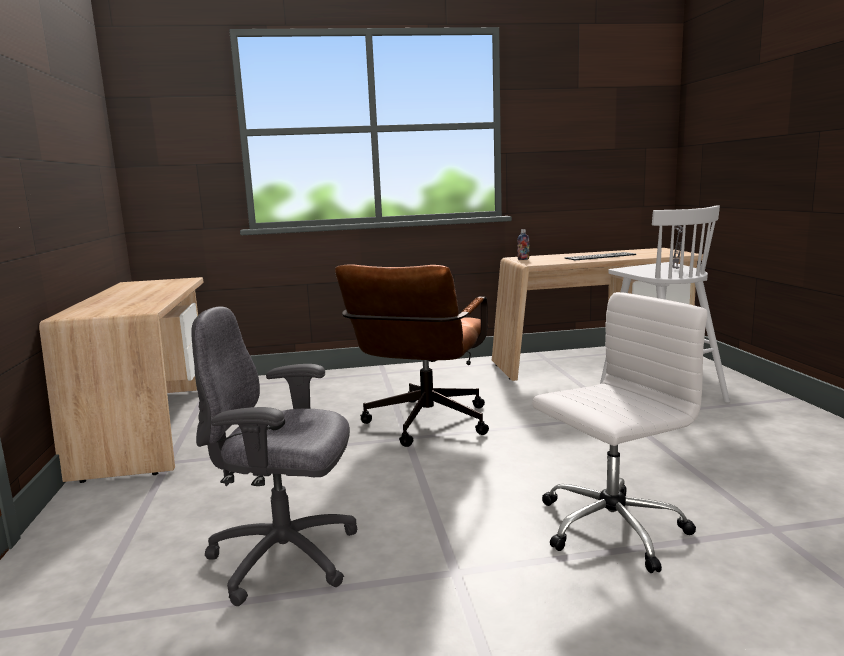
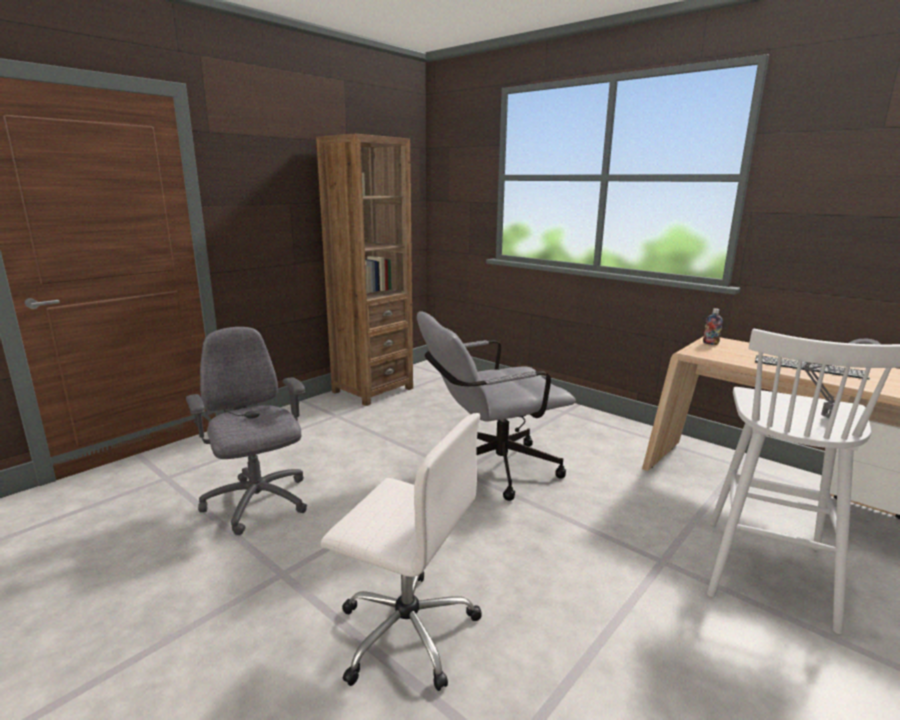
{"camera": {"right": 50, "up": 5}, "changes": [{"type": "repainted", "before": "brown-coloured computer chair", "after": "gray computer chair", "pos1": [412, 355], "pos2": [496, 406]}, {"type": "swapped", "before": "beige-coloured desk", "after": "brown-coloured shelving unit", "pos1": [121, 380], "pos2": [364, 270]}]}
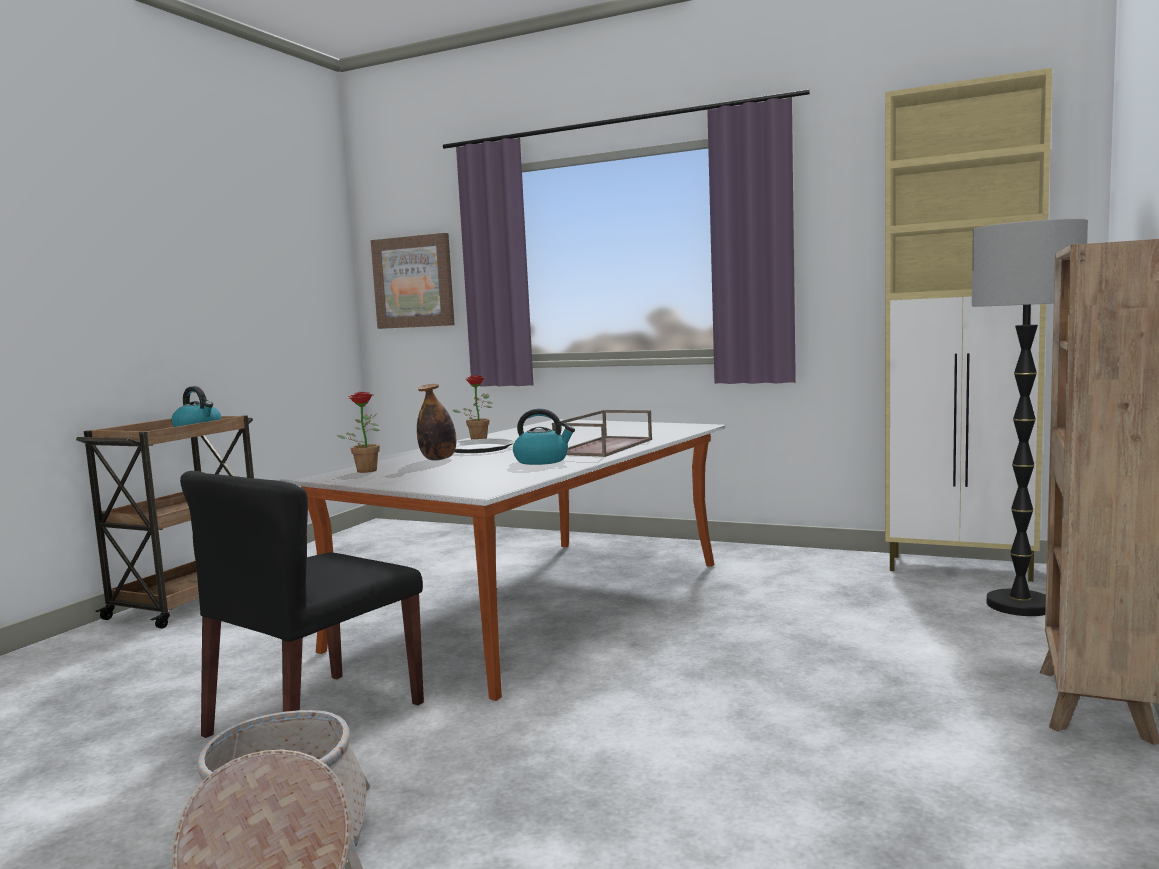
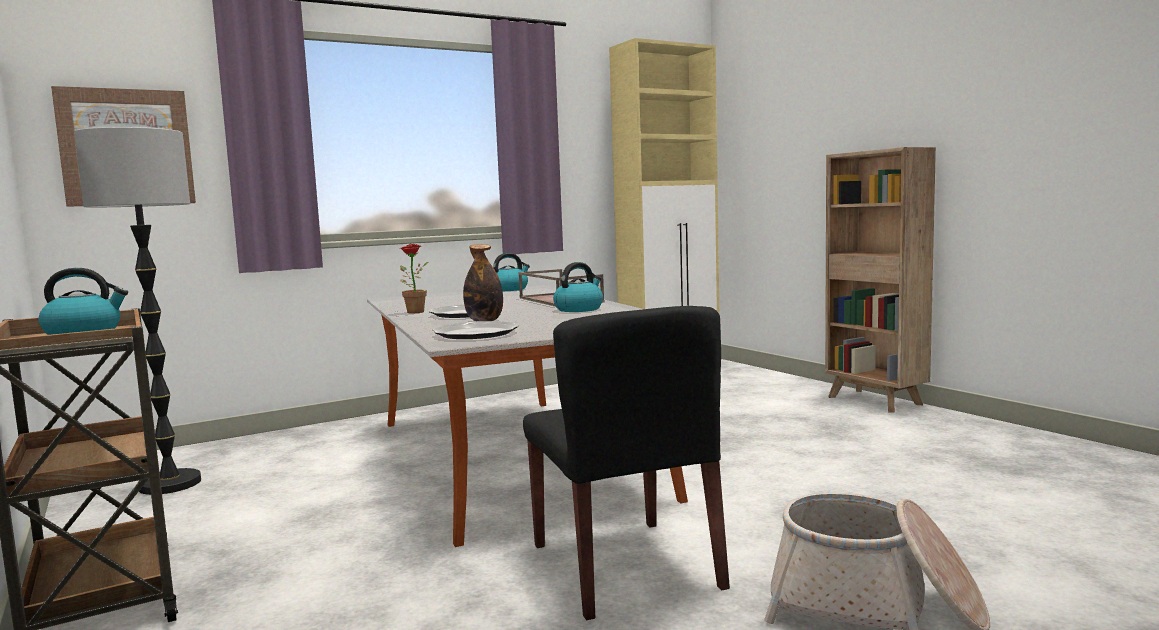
{"camera": {"right": -55, "up": 0}, "changes": [{"type": "shifted", "before": "standing lamp", "pos1": [1030, 417], "pos2": [137, 311]}, {"type": "swapped", "before": "potted plant", "after": "dinner plate", "pos1": [358, 432], "pos2": [476, 330]}, {"type": "new", "after": "water kettle", "pos2": [511, 272]}]}
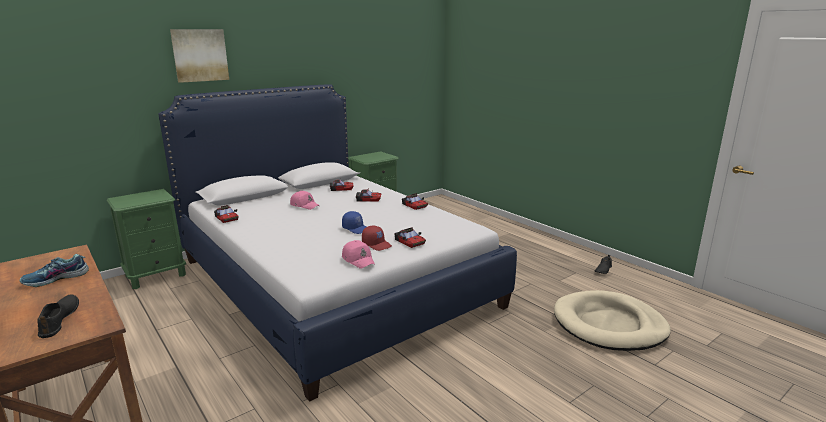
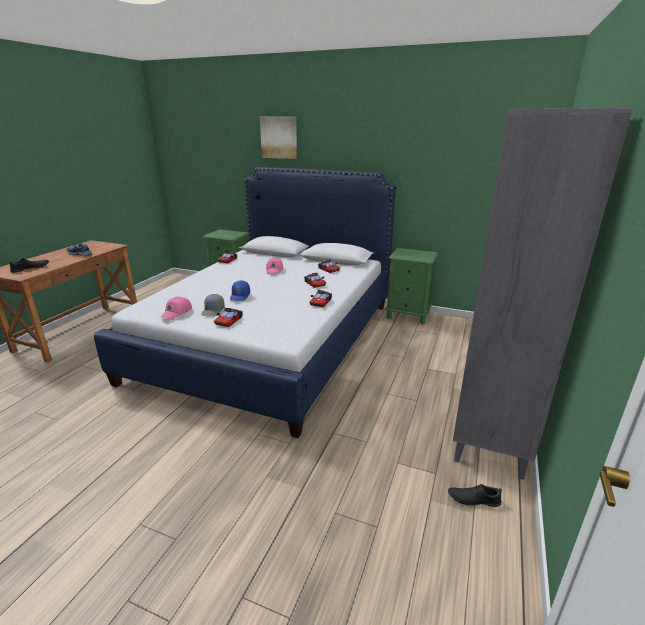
{"camera": {"right": 60, "up": 5}, "changes": [{"type": "repainted", "before": "reddish cap", "after": "gray cap", "pos1": [377, 238], "pos2": [213, 305]}, {"type": "gone", "before": "beige-coloured dog cushion", "pos1": [612, 320]}, {"type": "new", "after": "gray shelving unit", "pos2": [543, 294]}]}
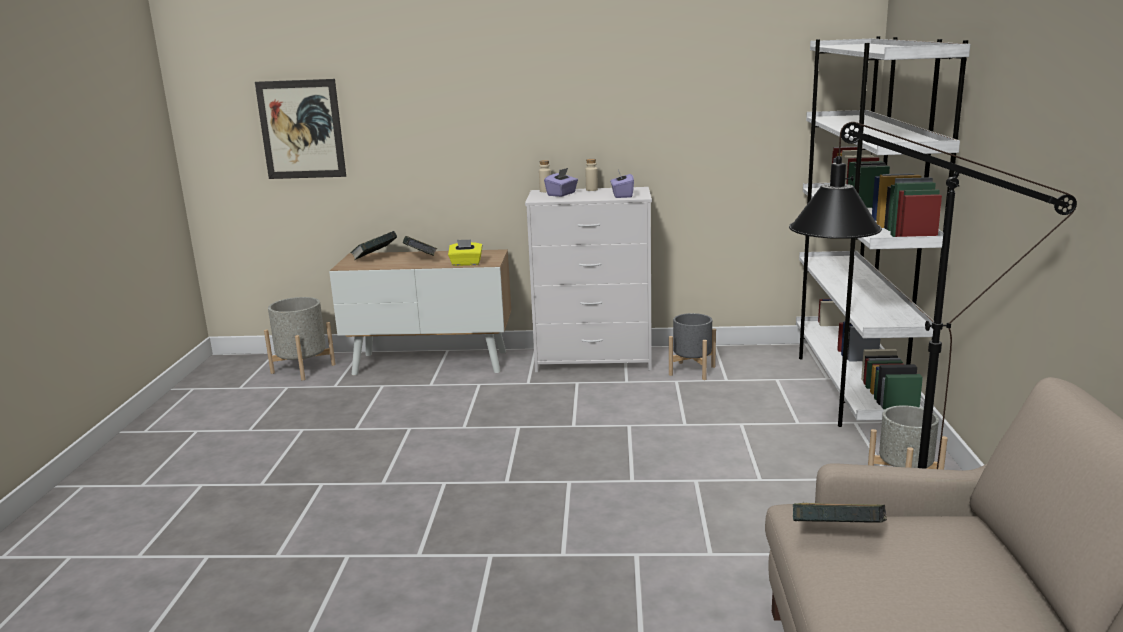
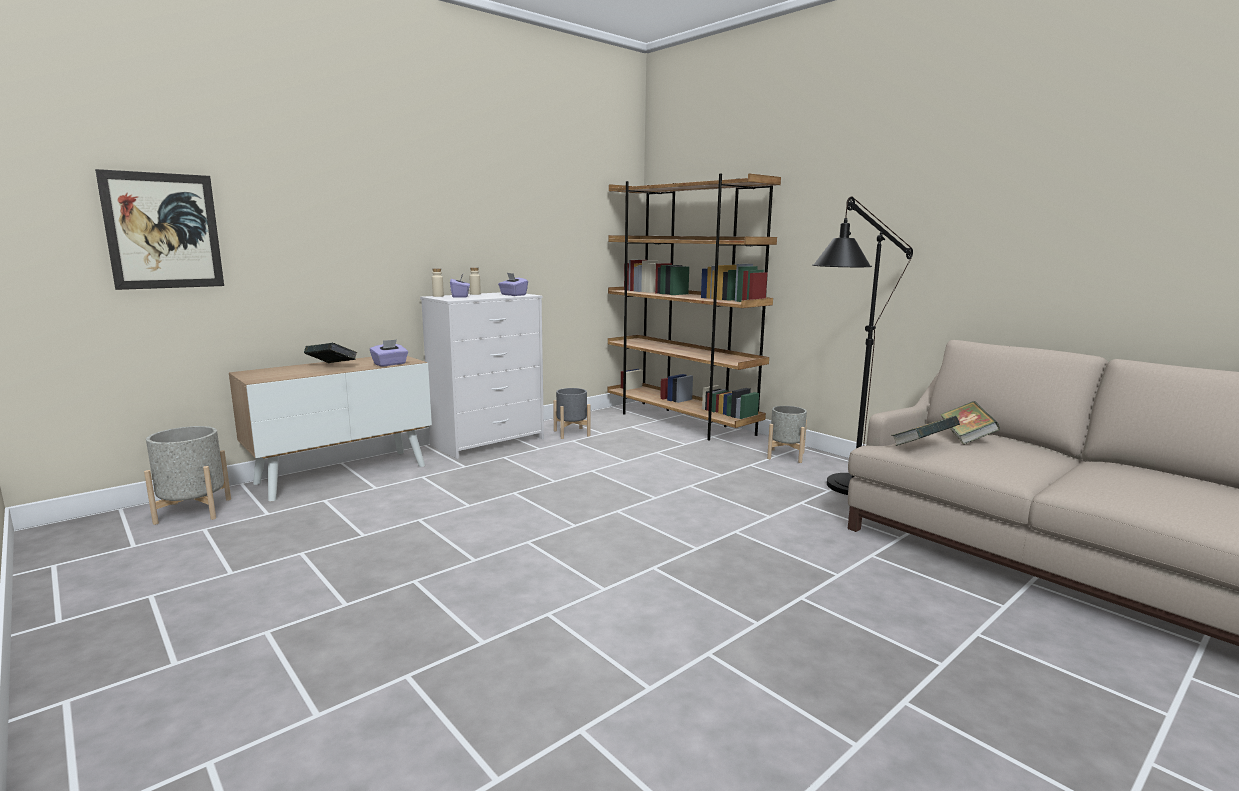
{"camera": {"right": -45, "up": -5}, "changes": [{"type": "repainted", "before": "white-coloured shelving unit", "after": "brown-coloured shelving unit", "pos1": [883, 231], "pos2": [694, 307]}, {"type": "shifted", "before": "volume", "pos1": [373, 245], "pos2": [970, 423]}, {"type": "repainted", "before": "yellow-coloured tissue holder", "after": "purplish tissue holder", "pos1": [465, 253], "pos2": [389, 352]}]}
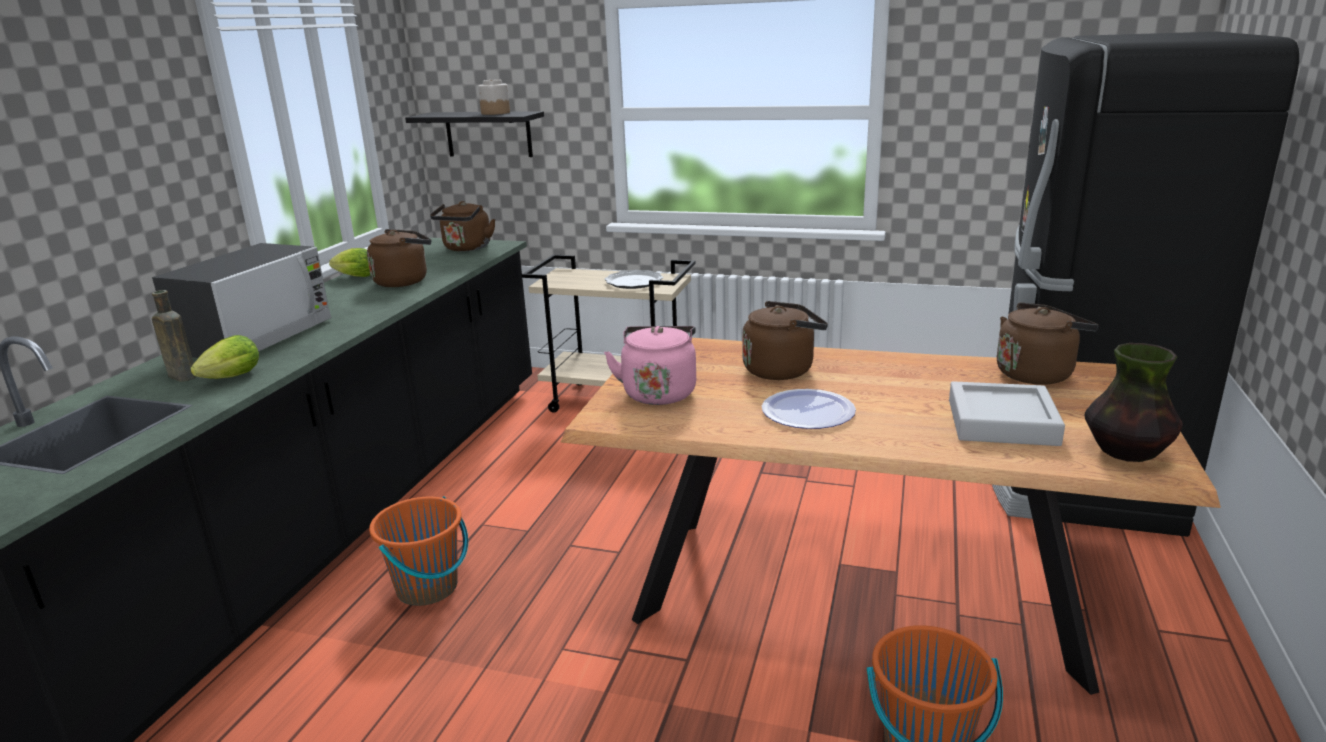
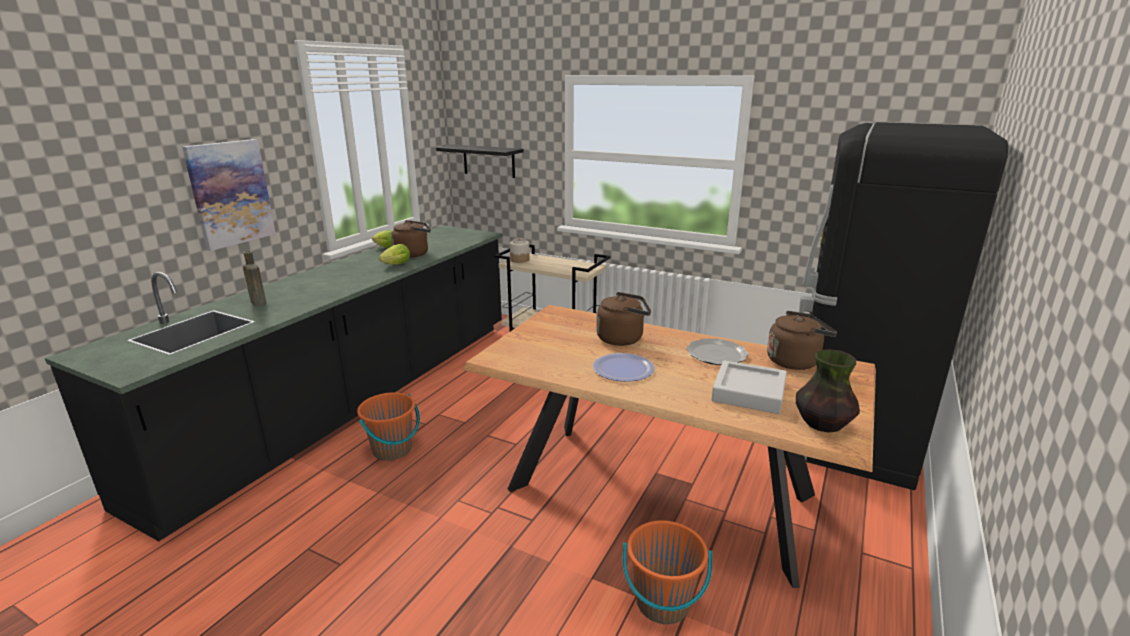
{"camera": {"right": 10, "up": 0}, "changes": [{"type": "shifted", "before": "storage jar", "pos1": [494, 97], "pos2": [520, 250]}, {"type": "gone", "before": "brown-coloured water kettle", "pos1": [463, 226]}, {"type": "gone", "before": "kitchen microwave", "pos1": [242, 300]}, {"type": "shifted", "before": "dinner plate", "pos1": [634, 279], "pos2": [717, 351]}, {"type": "gone", "before": "pinkish water kettle", "pos1": [650, 365]}, {"type": "shifted", "before": "head of lettuce", "pos1": [224, 357], "pos2": [394, 254]}, {"type": "new", "after": "picture", "pos2": [229, 195]}]}
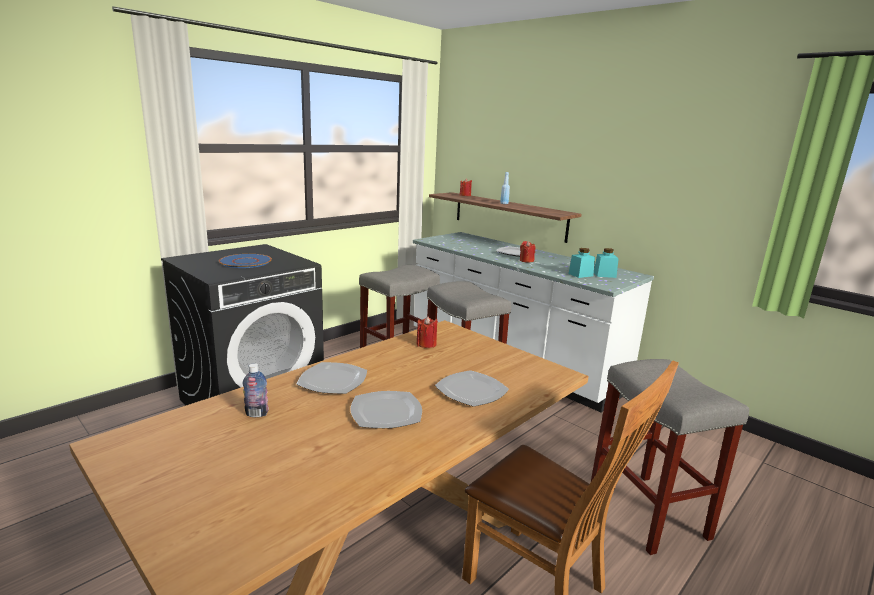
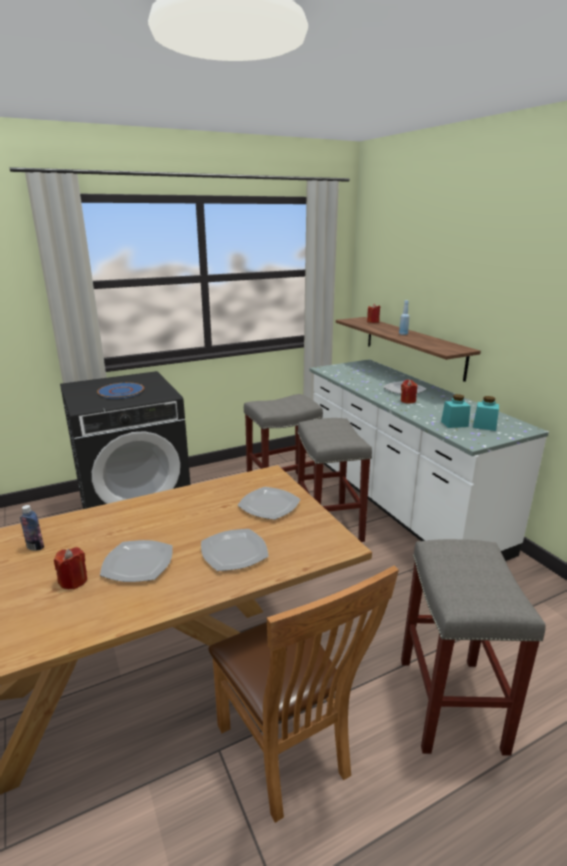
{"camera": {"right": 20, "up": 5}, "changes": [{"type": "shifted", "before": "reddish candle", "pos1": [427, 332], "pos2": [70, 568]}, {"type": "shifted", "before": "dinner plate", "pos1": [332, 378], "pos2": [268, 503]}]}
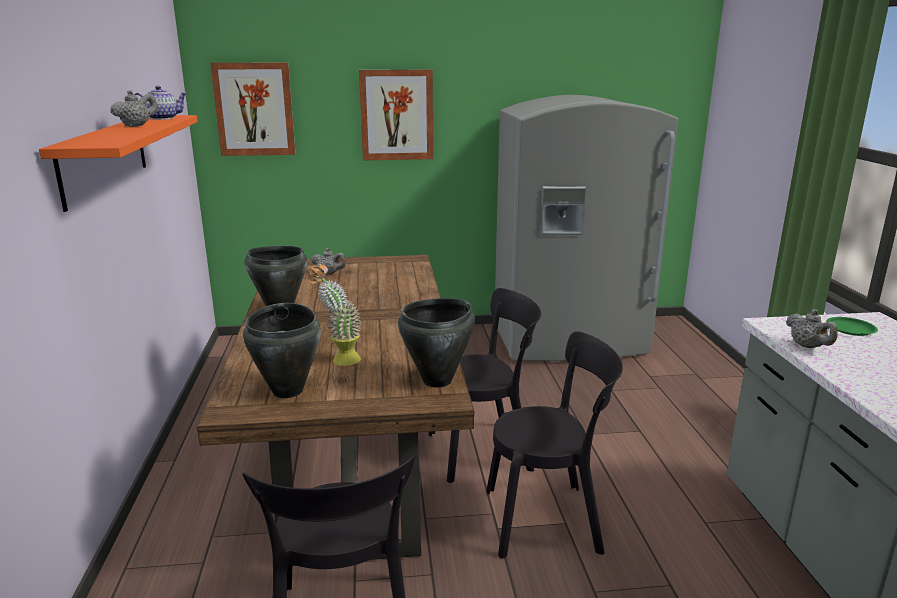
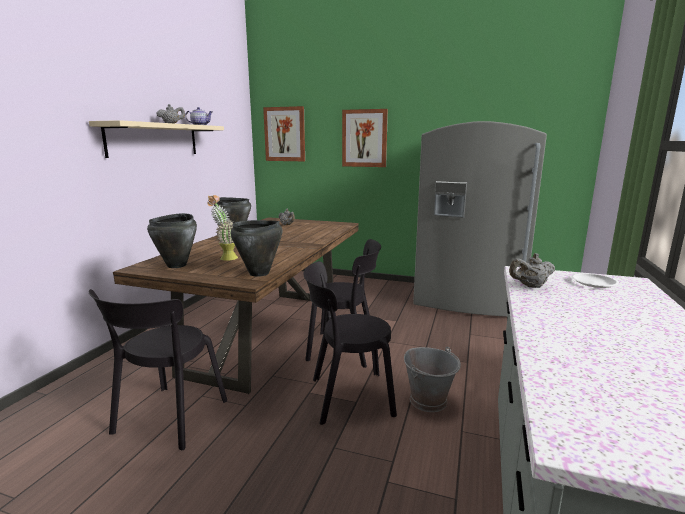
{"camera": {"right": 25, "up": -5}, "changes": [{"type": "repainted", "before": "orange-coloured bracket shelf", "after": "beige-coloured bracket shelf", "pos1": [118, 163], "pos2": [156, 139]}, {"type": "rotated", "before": "gray tea pot", "pos1": [812, 328], "pos2": [532, 270], "turn": 75}, {"type": "repainted", "before": "greenish dinner plate", "after": "white-coloured dinner plate", "pos1": [852, 326], "pos2": [595, 280]}, {"type": "rotated", "before": "black plain chair", "pos1": [554, 445], "pos2": [350, 343], "turn": 150}, {"type": "new", "after": "gray bucket", "pos2": [432, 379]}]}
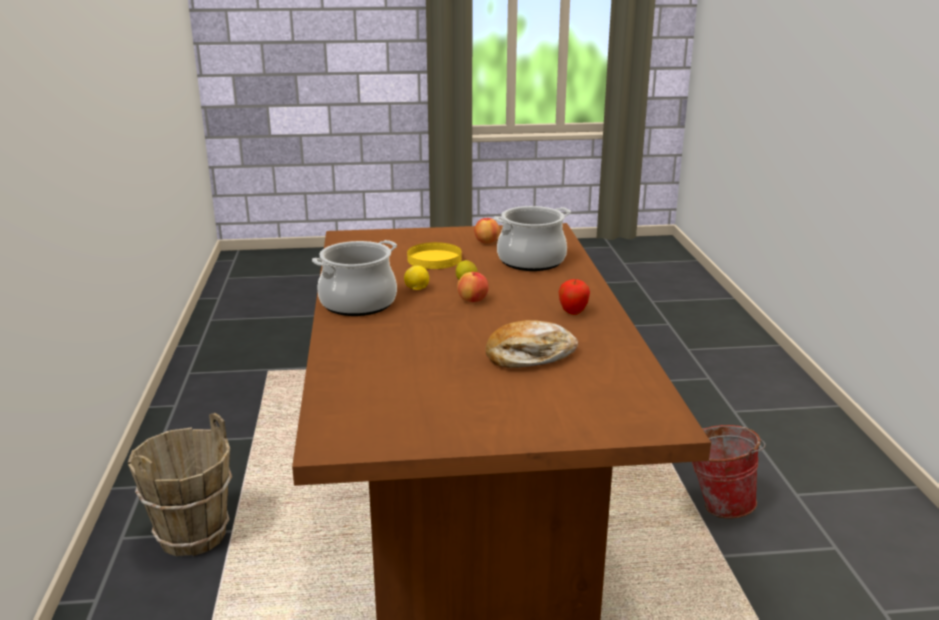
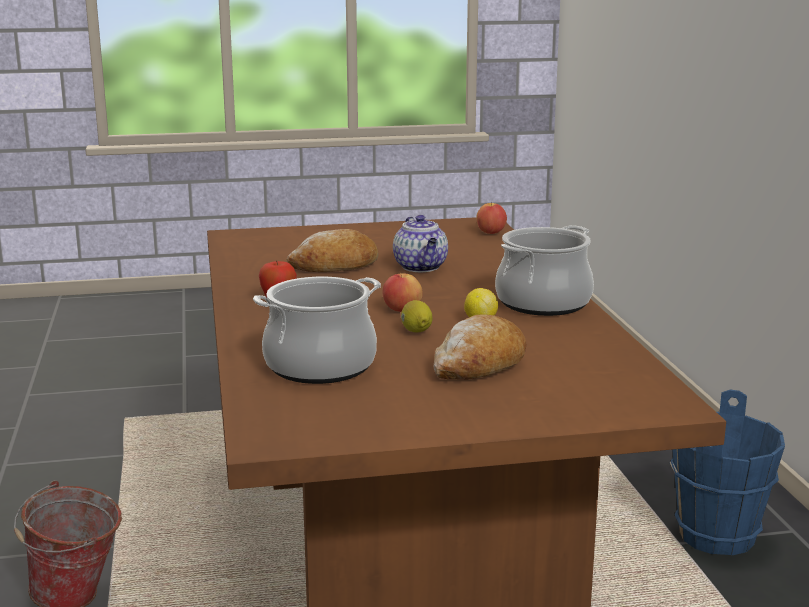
{"camera": {"right": 175, "up": -5}, "changes": [{"type": "shifted", "before": "apple fruit", "pos1": [487, 230], "pos2": [491, 218]}, {"type": "swapped", "before": "yellow-coloured dinner plate", "after": "bread", "pos1": [434, 255], "pos2": [480, 347]}, {"type": "repainted", "before": "brown-coloured bucket", "after": "blue-coloured bucket", "pos1": [180, 485], "pos2": [727, 473]}, {"type": "new", "after": "tea pot", "pos2": [420, 243]}]}
